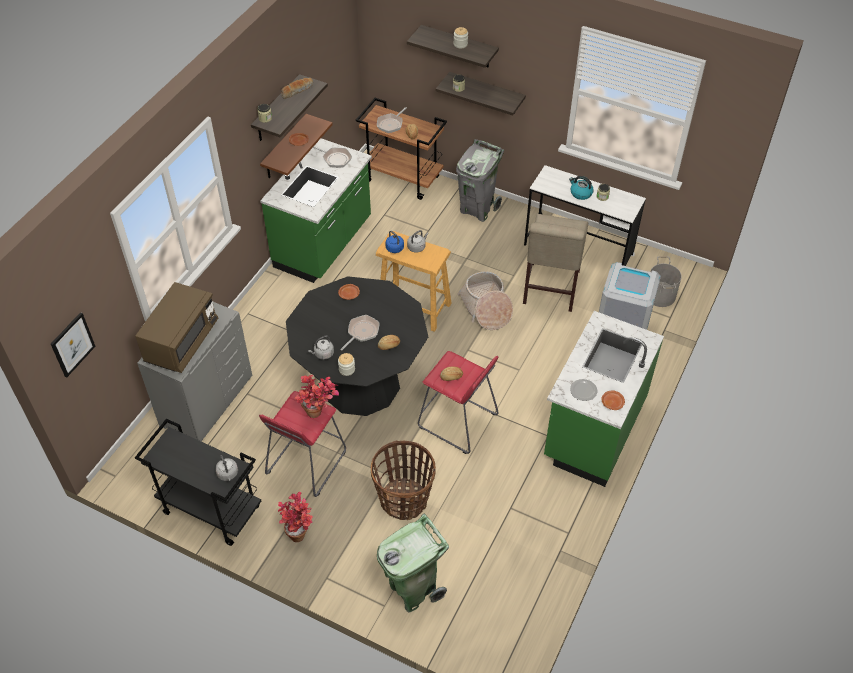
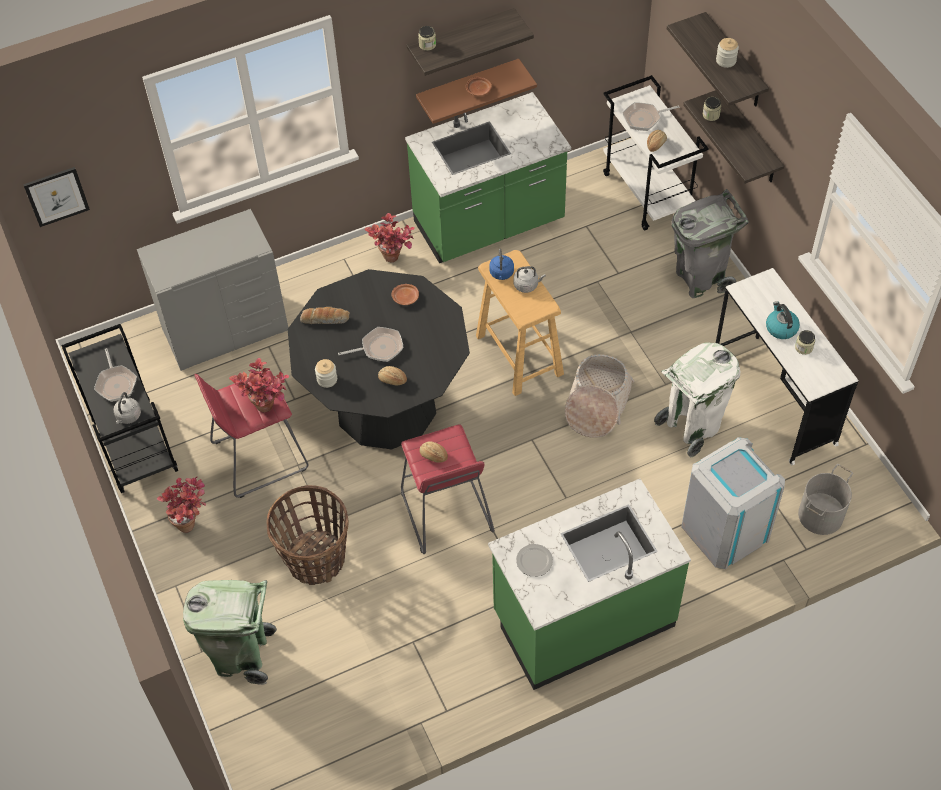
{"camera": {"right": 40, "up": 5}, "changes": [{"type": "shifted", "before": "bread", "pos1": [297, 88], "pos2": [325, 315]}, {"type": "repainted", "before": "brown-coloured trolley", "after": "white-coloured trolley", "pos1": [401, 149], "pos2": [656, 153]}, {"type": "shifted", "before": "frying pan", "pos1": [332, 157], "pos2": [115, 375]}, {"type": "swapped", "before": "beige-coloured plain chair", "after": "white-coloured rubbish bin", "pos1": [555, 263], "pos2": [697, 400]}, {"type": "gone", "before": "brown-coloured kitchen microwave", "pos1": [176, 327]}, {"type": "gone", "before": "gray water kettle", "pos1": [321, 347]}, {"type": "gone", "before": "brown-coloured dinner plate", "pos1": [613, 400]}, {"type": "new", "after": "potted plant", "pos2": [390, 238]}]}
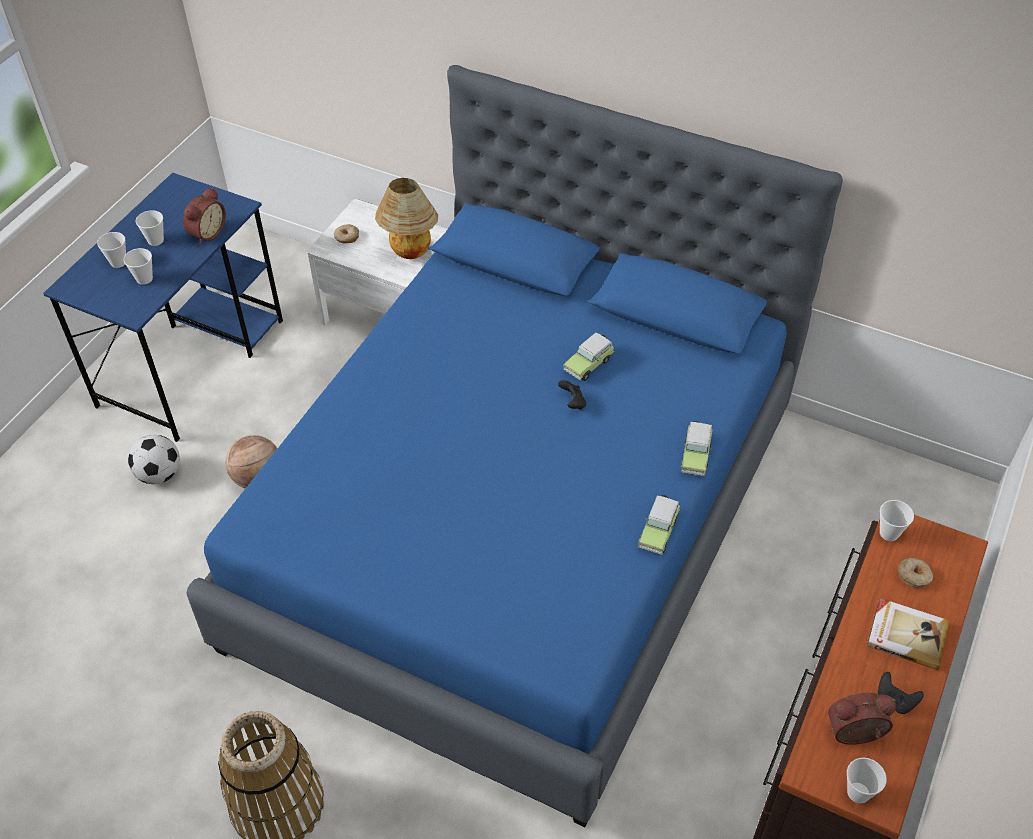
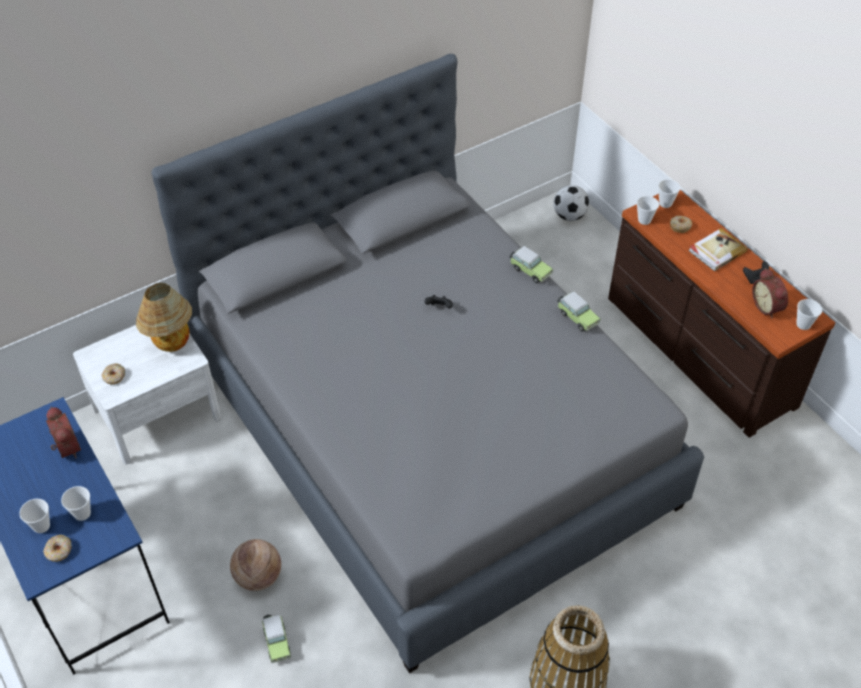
{"camera": {"right": -60, "up": 0}, "changes": [{"type": "repainted", "before": "blue-coloured bedroom bed", "after": "gray bedroom bed", "pos1": [514, 446], "pos2": [427, 363]}, {"type": "shifted", "before": "small cup", "pos1": [149, 228], "pos2": [669, 193]}, {"type": "shifted", "before": "model car", "pos1": [588, 356], "pos2": [276, 638]}, {"type": "shifted", "before": "football ball", "pos1": [154, 459], "pos2": [571, 203]}, {"type": "rotated", "before": "alarm clock", "pos1": [862, 719], "pos2": [770, 293], "turn": -45}, {"type": "new", "after": "ring doughnut", "pos2": [57, 548]}]}
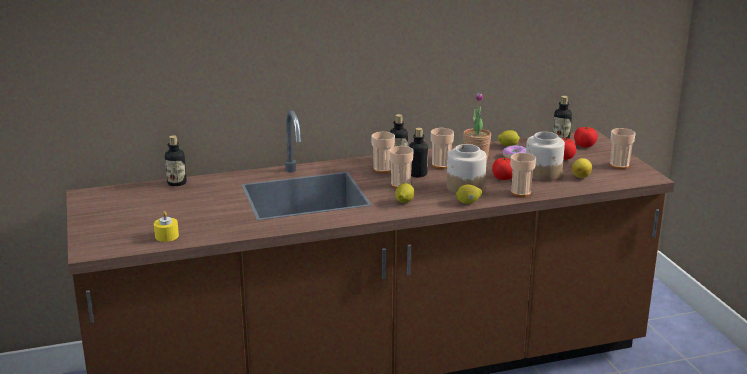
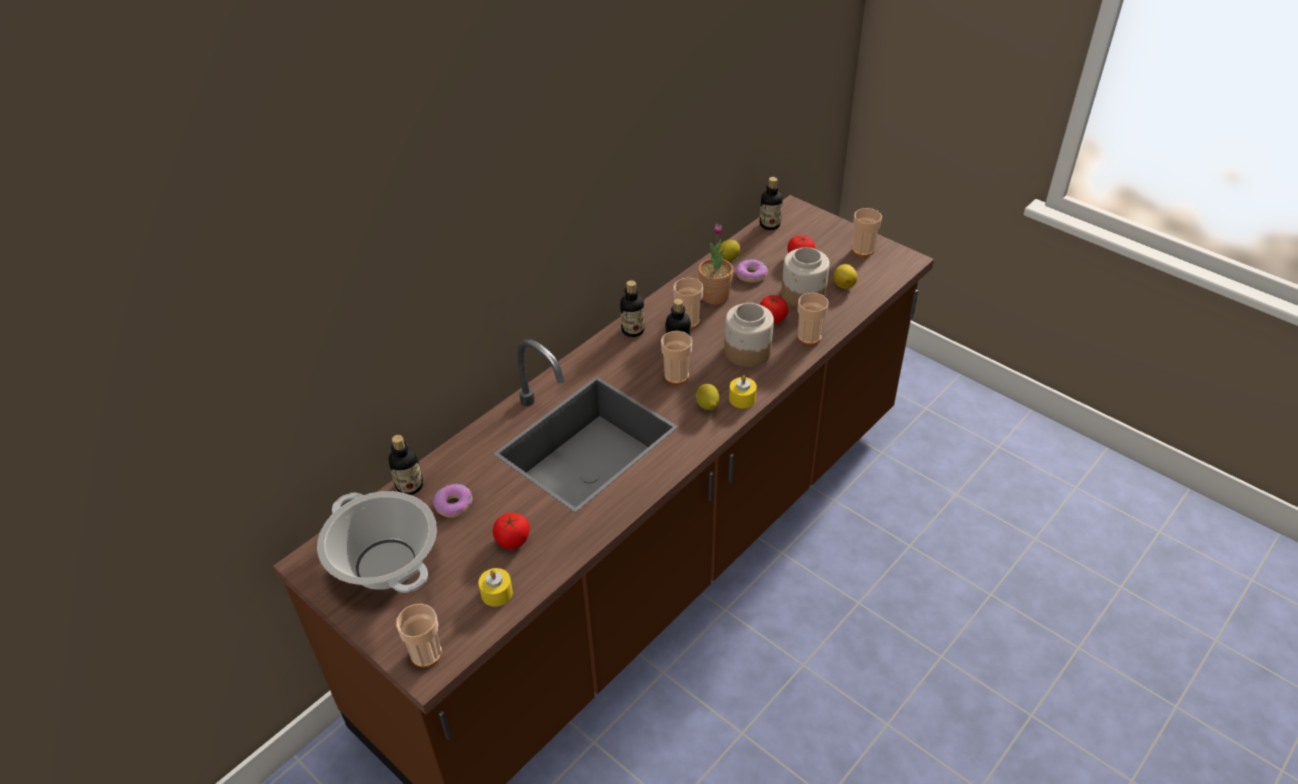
{"camera": {"right": -30, "up": 20}, "changes": [{"type": "shifted", "before": "fresh tomato", "pos1": [586, 137], "pos2": [511, 531]}, {"type": "shifted", "before": "small cup", "pos1": [383, 152], "pos2": [419, 636]}, {"type": "gone", "before": "lemon", "pos1": [469, 194]}, {"type": "new", "after": "yellow-coloured candle", "pos2": [743, 391]}, {"type": "new", "after": "ring doughnut", "pos2": [452, 500]}, {"type": "new", "after": "stockpot", "pos2": [377, 542]}]}
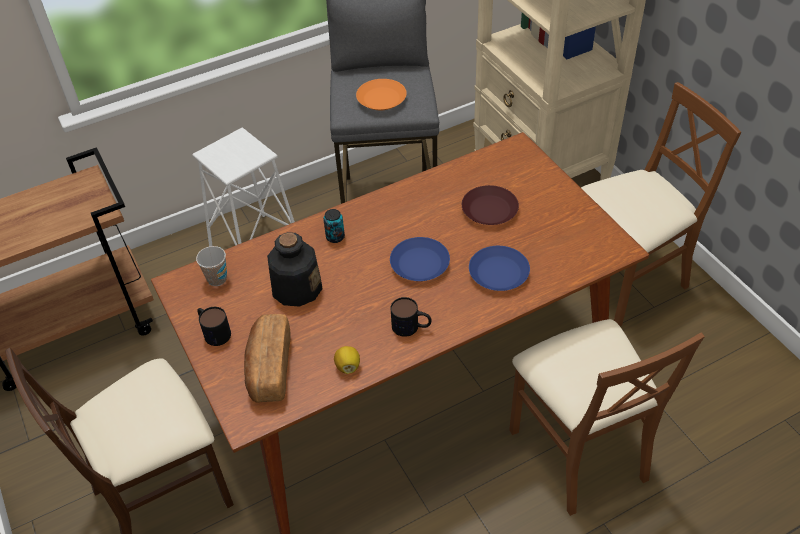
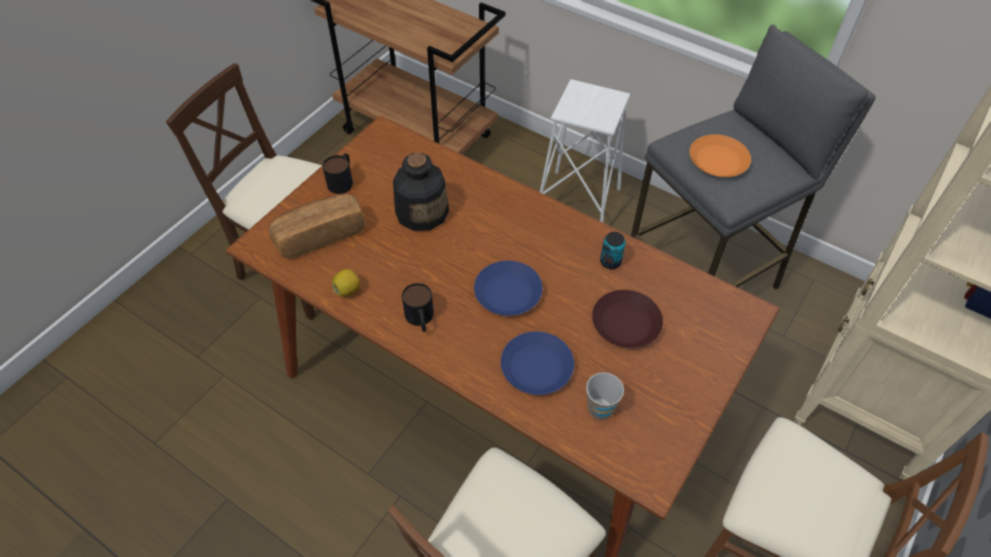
{"camera": {"right": 60, "up": 5}, "changes": [{"type": "shifted", "before": "sealed can", "pos1": [334, 226], "pos2": [613, 250]}, {"type": "shifted", "before": "small cup", "pos1": [211, 266], "pos2": [605, 396]}]}
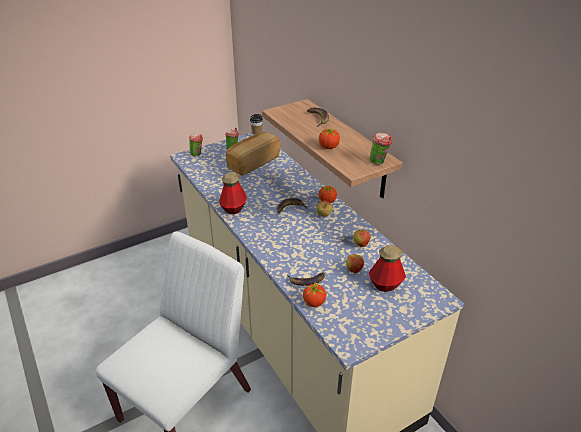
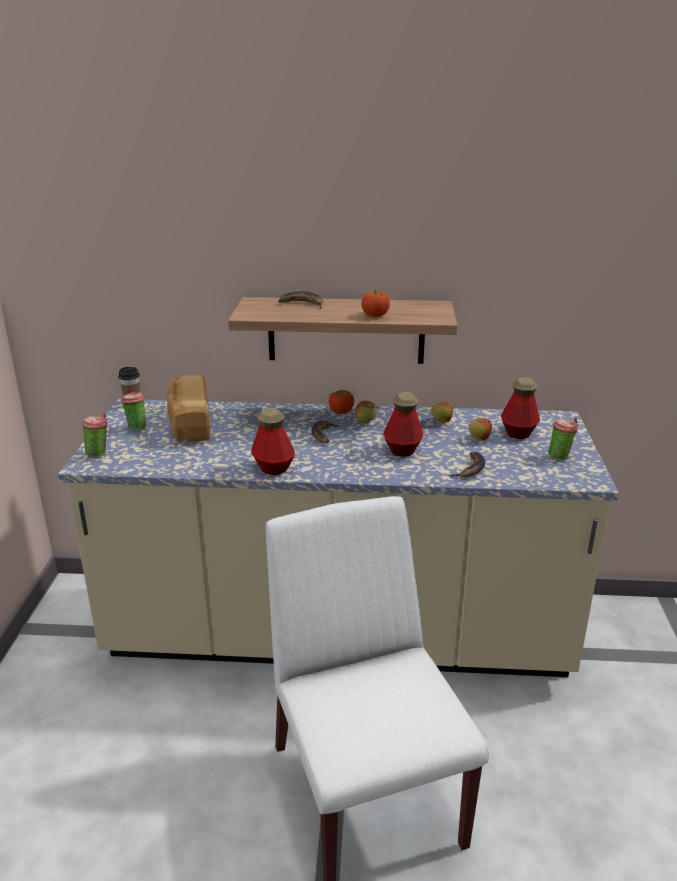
{"camera": {"right": -55, "up": -10}, "changes": [{"type": "shifted", "before": "small cup", "pos1": [380, 148], "pos2": [563, 439]}, {"type": "gone", "before": "fresh tomato", "pos1": [314, 293]}, {"type": "new", "after": "beverage bottle", "pos2": [403, 424]}]}
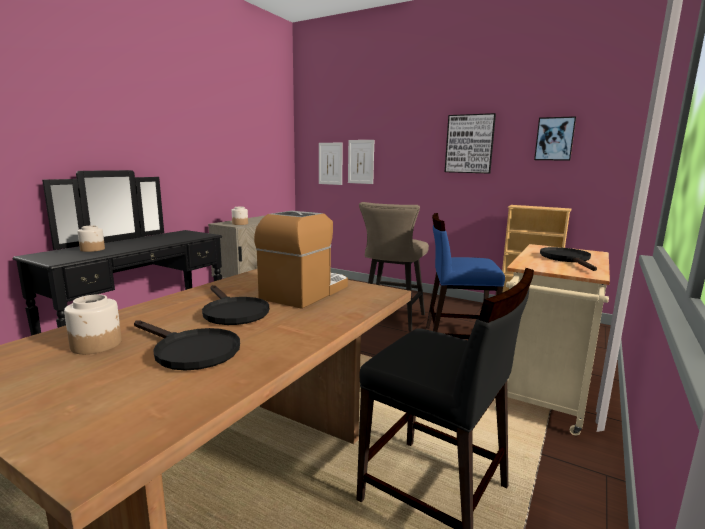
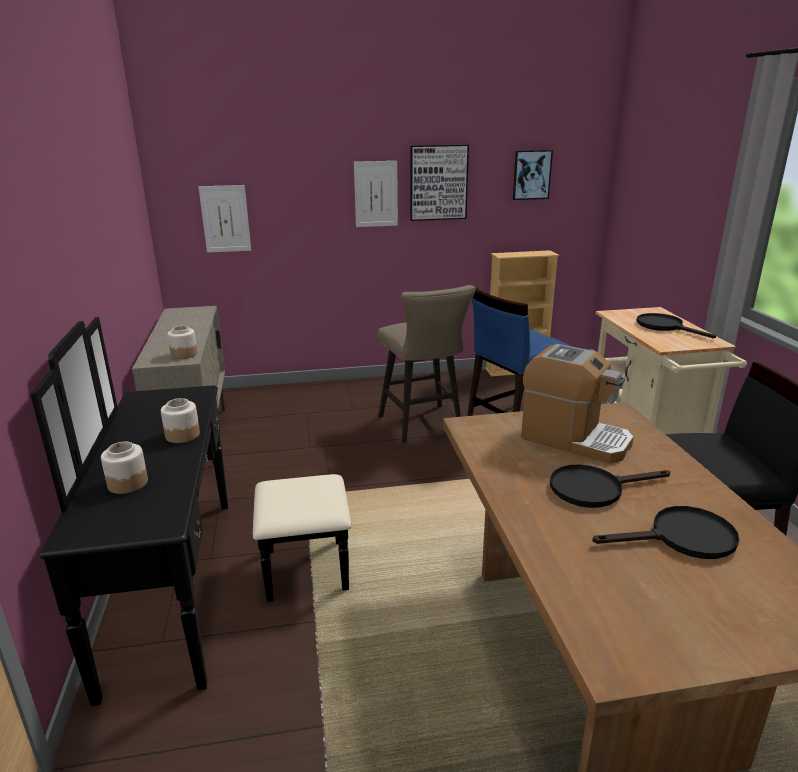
{"camera": {"right": -40, "up": 10}, "changes": [{"type": "shifted", "before": "picture", "pos1": [361, 162], "pos2": [376, 194]}, {"type": "rotated", "before": "coffee machine", "pos1": [301, 260], "pos2": [577, 404], "turn": 135}, {"type": "rotated", "before": "black frying pan", "pos1": [235, 305], "pos2": [610, 486], "turn": 150}, {"type": "shifted", "before": "storage jar", "pos1": [93, 324], "pos2": [180, 420]}]}
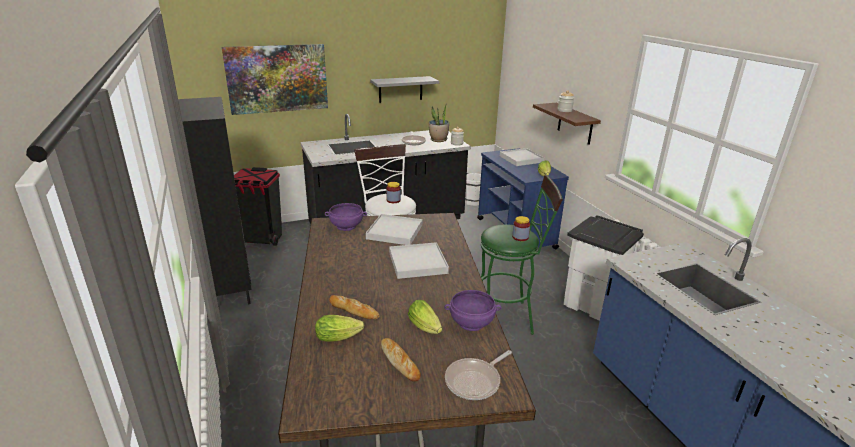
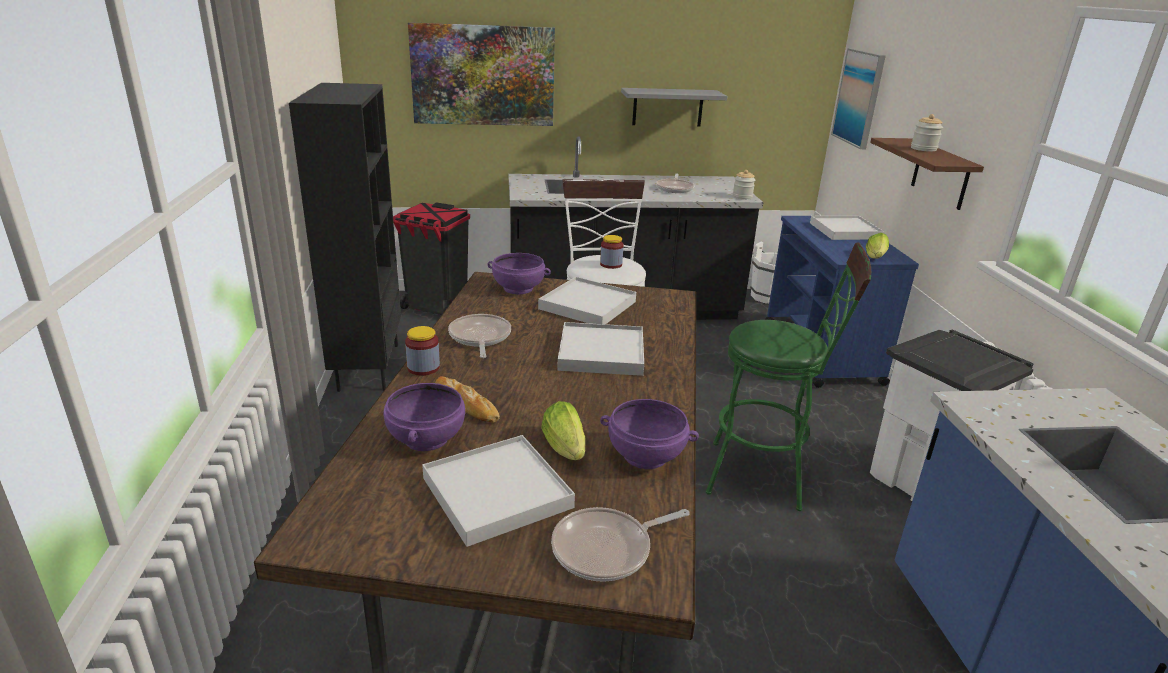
{"camera": {"right": 15, "up": 0}, "changes": [{"type": "gone", "before": "potted plant", "pos1": [439, 123]}, {"type": "shifted", "before": "storage jar", "pos1": [521, 228], "pos2": [422, 351]}, {"type": "swapped", "before": "head of lettuce", "after": "purplish deep dish", "pos1": [339, 328], "pos2": [424, 417]}, {"type": "swapped", "before": "bread", "after": "white-coloured serving tray", "pos1": [401, 360], "pos2": [498, 491]}, {"type": "new", "after": "picture", "pos2": [858, 98]}, {"type": "new", "after": "frying pan", "pos2": [479, 336]}]}
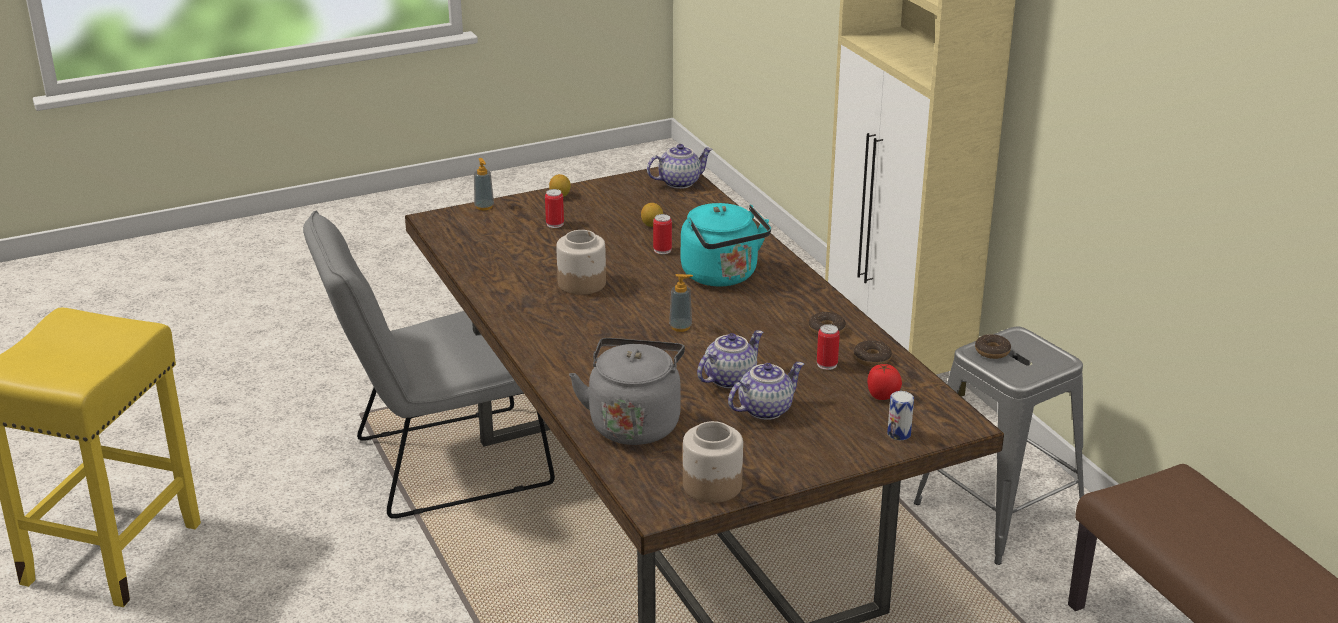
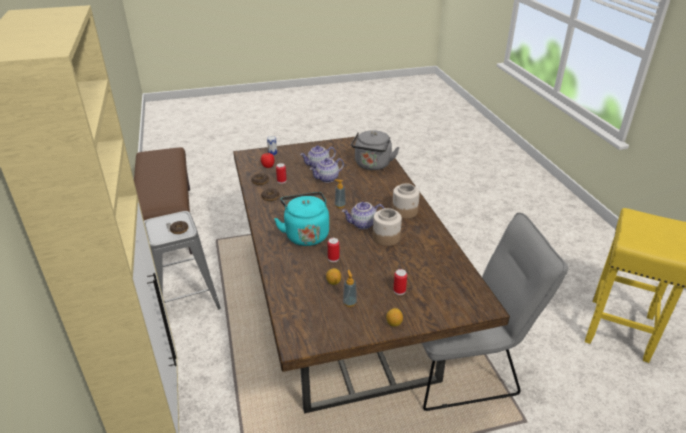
{"camera": {"right": -170, "up": 5}, "changes": [{"type": "shifted", "before": "tea pot", "pos1": [680, 166], "pos2": [363, 215]}, {"type": "shifted", "before": "soap dispenser", "pos1": [484, 184], "pos2": [350, 288]}, {"type": "shifted", "before": "storage jar", "pos1": [713, 462], "pos2": [406, 201]}]}
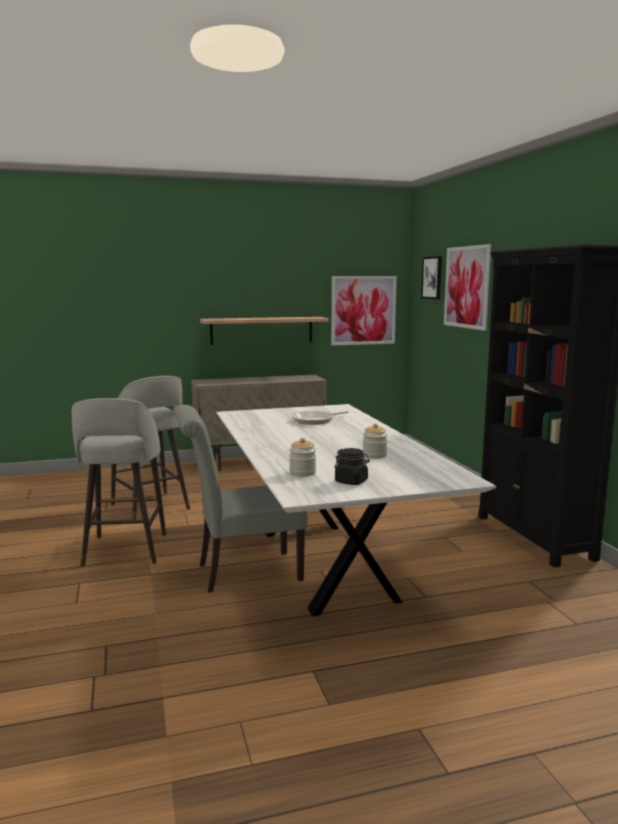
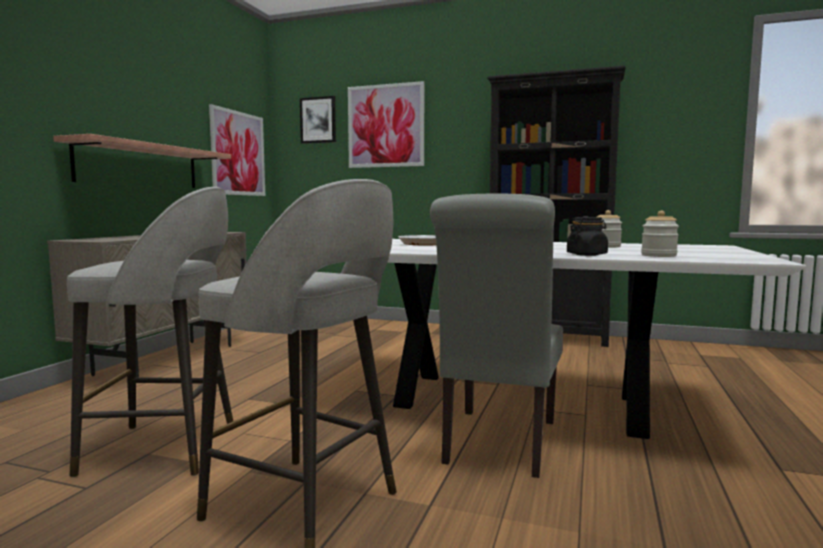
{"camera": {"right": -55, "up": -5}, "changes": [{"type": "shifted", "before": "black storage jar", "pos1": [352, 466], "pos2": [587, 236]}]}
